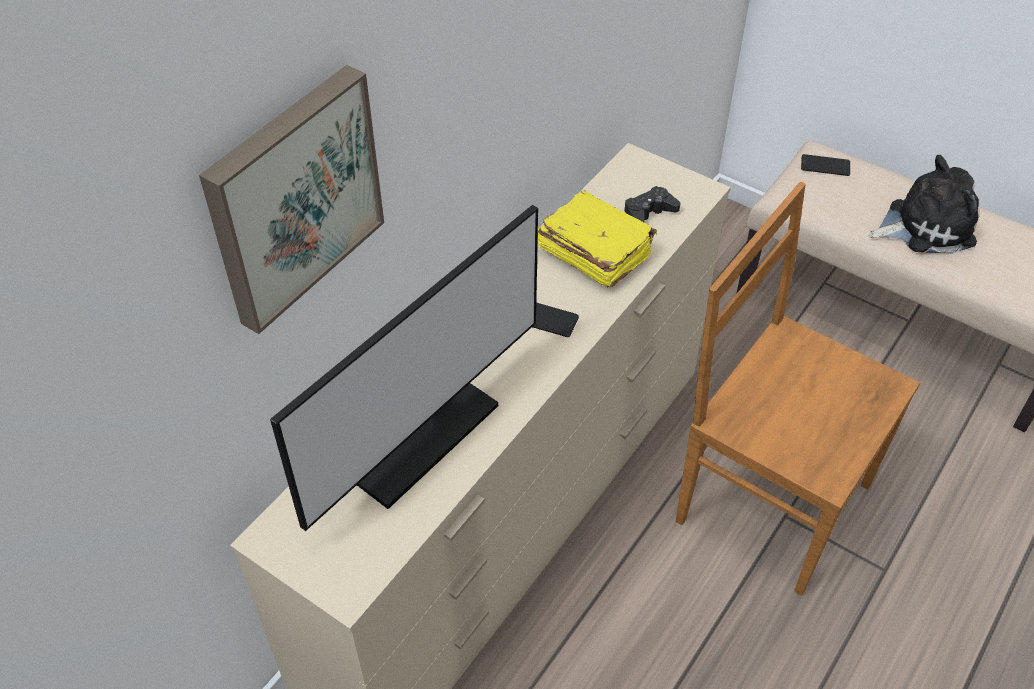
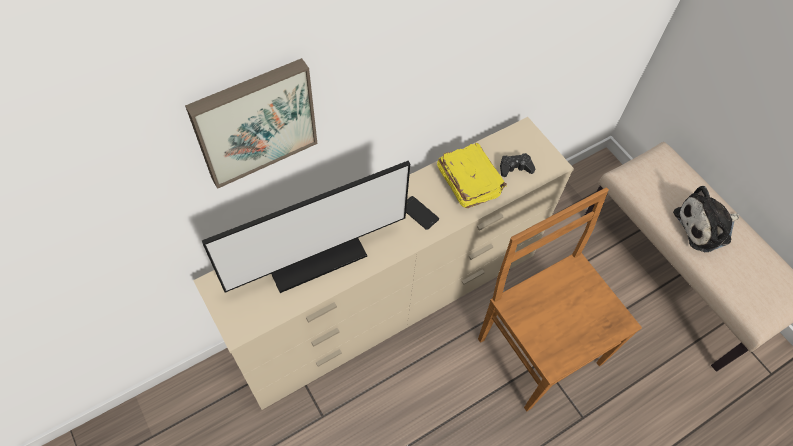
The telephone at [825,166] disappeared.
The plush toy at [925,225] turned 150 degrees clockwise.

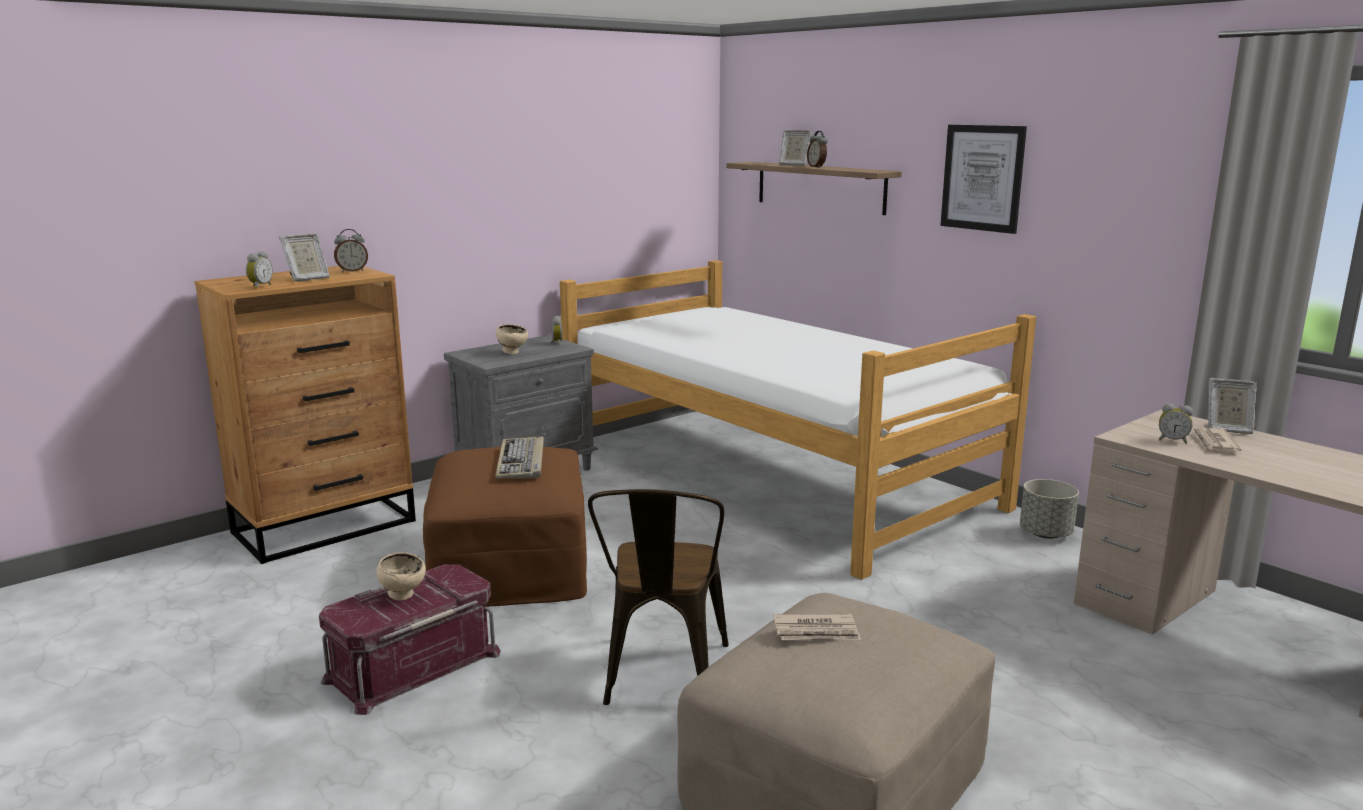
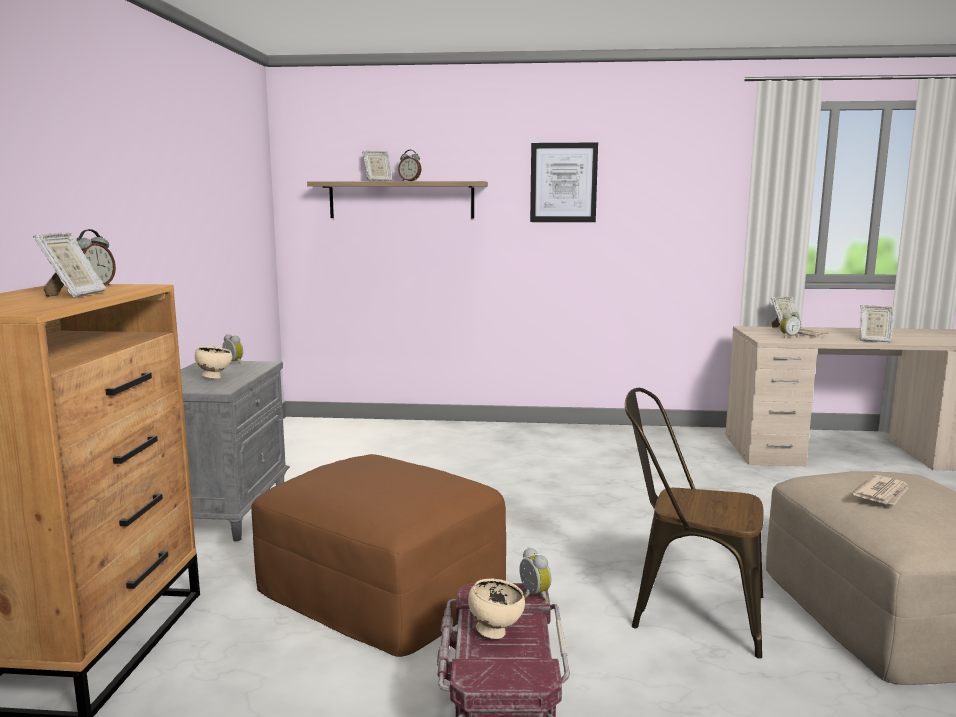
The table clock moved from [259,286] to [532,595].
The computer keyboard at [521,461] disappeared.
The bed at [772,475] disappeared.
The chair (brown) at [662,679] turned 150 degrees clockwise.
The flower pot (gray) at [1045,534] disappeared.
The photo frame at [873,340] appeared.

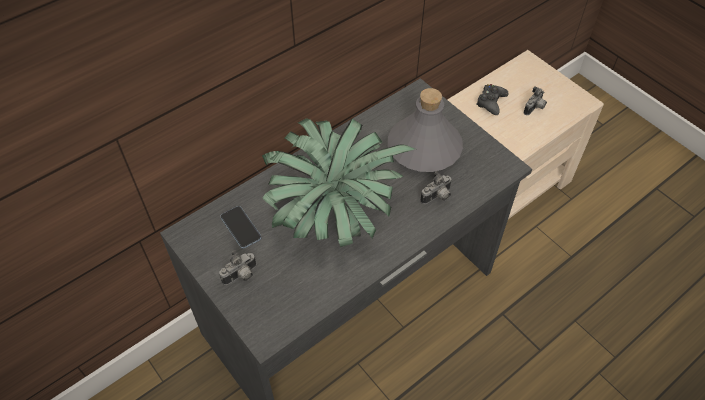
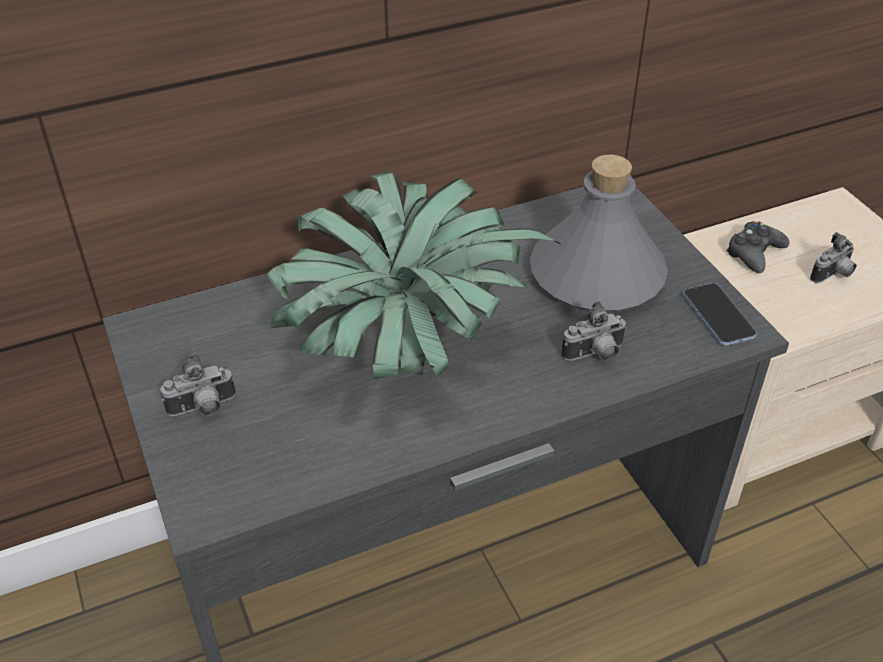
The telephone moved from [241,228] to [718,316].

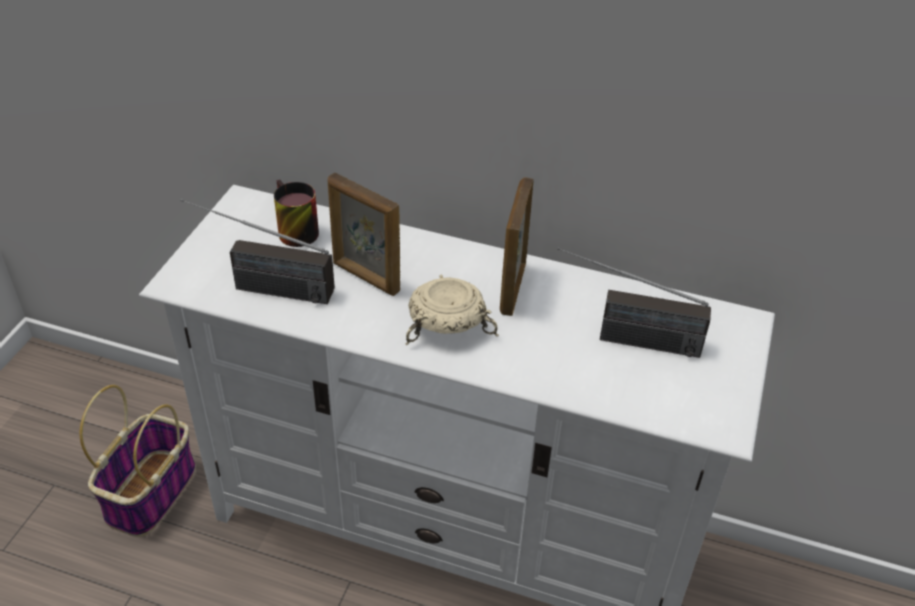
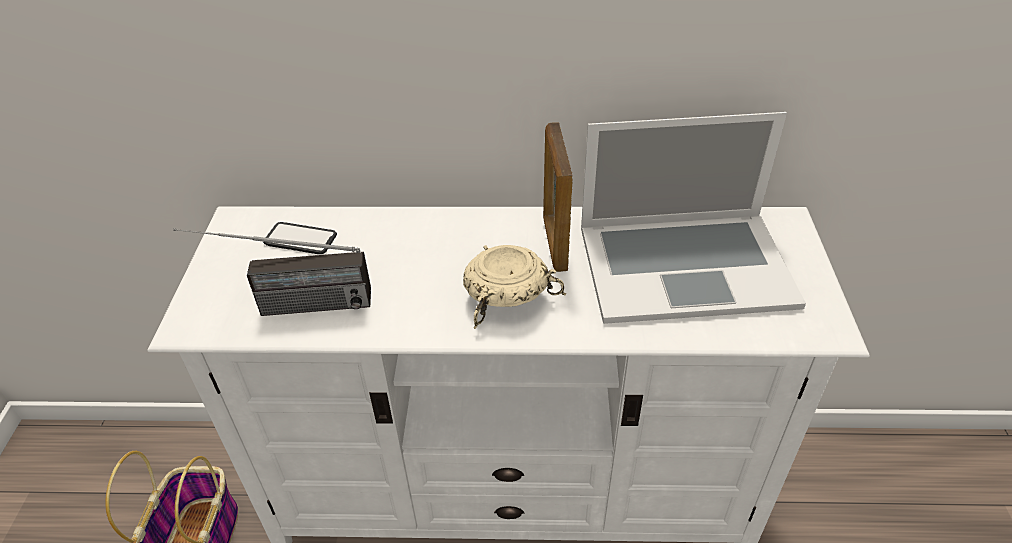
The mug at [292,231] was replaced by the telephone at [300,239].
The photo frame at [365,277] disappeared.
The radio receiver at [622,337] was replaced by the notebook computer at [684,265].

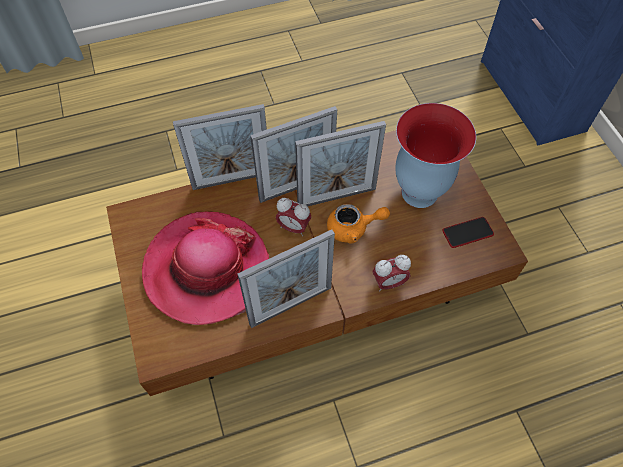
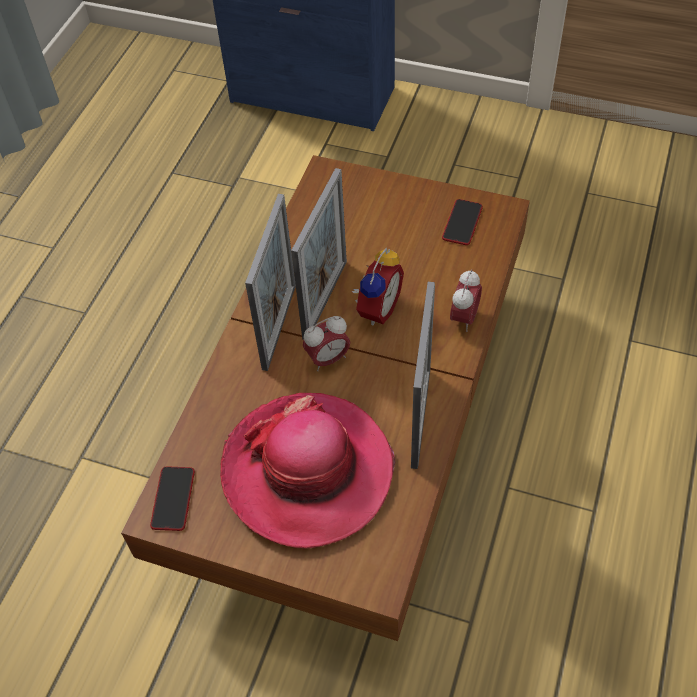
The photo frame at [231,180] disappeared.
The pot for tea (orangey) at [353,228] was replaced by the table clock at [376,308].
The decorative vase at [418,193] disappeared.
The telephone at [173,499] appeared.

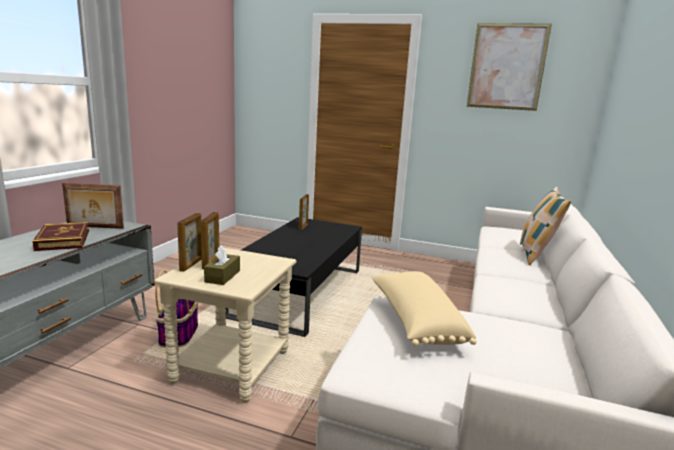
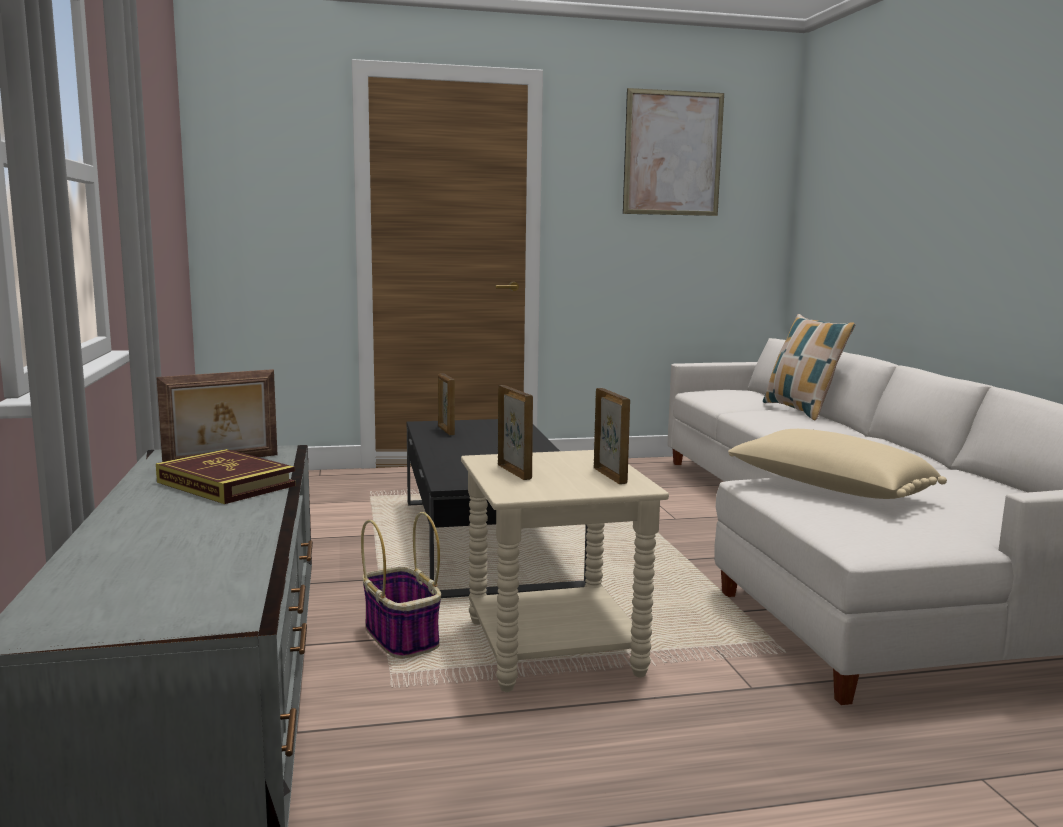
The photo frame moved from [191,265] to [610,475].
The tissue box (brown) at [222,276] disappeared.

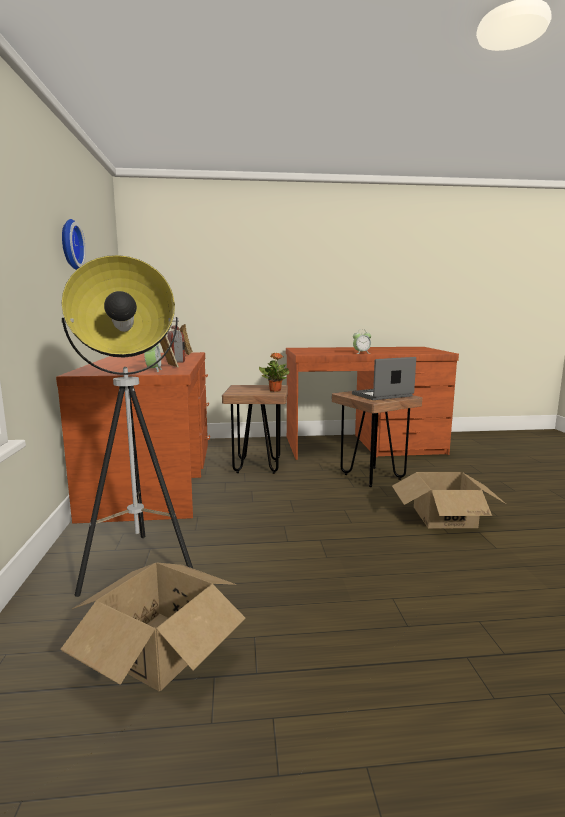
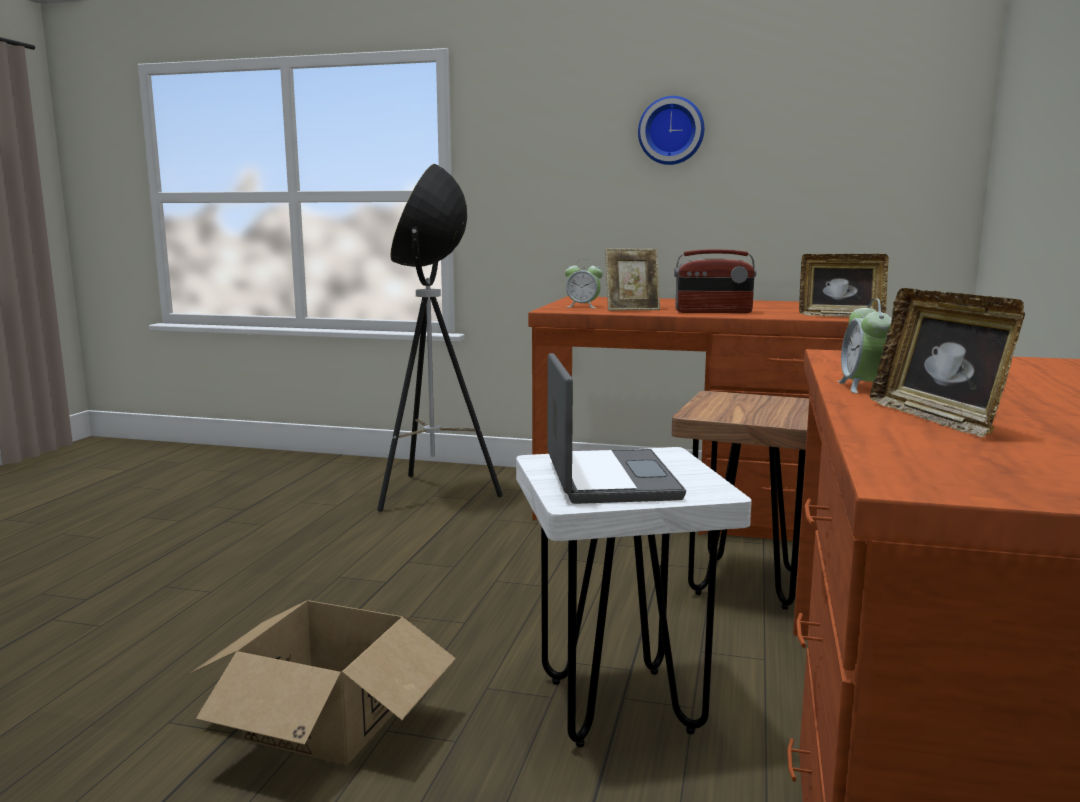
The packing box at [159,648] disappeared.
The houseplant at [275,390] disappeared.
The stool seat (brown) at [372,477] became the stool seat (whitish) at [619,706].
The photo frame at [937,418] appeared.

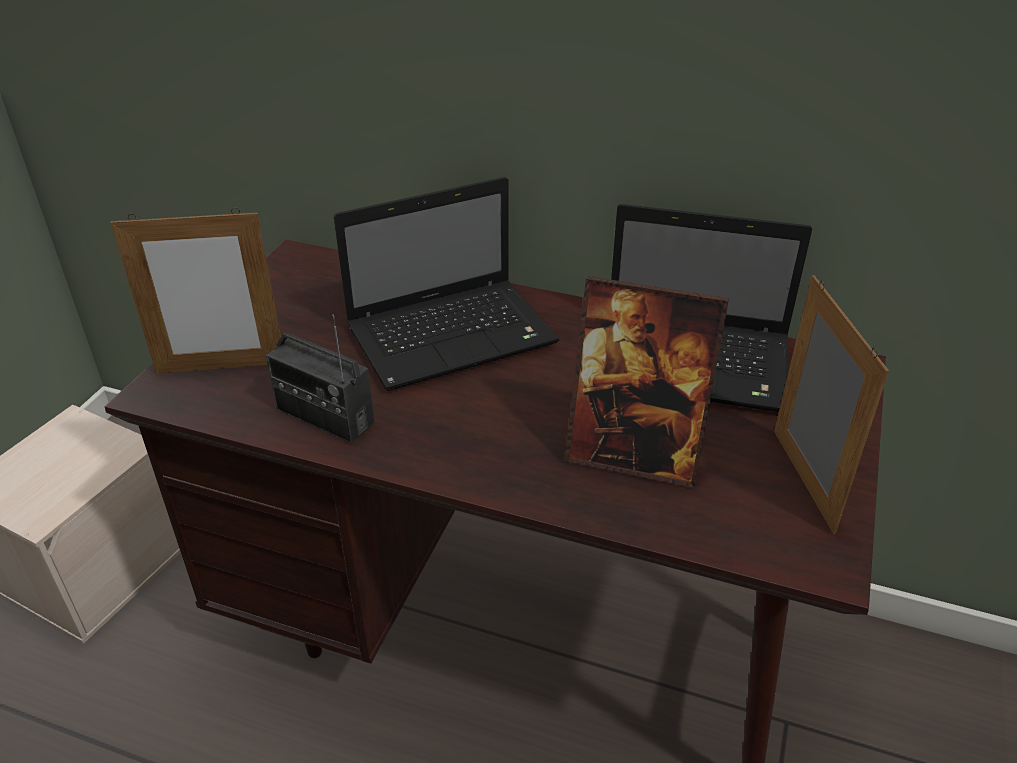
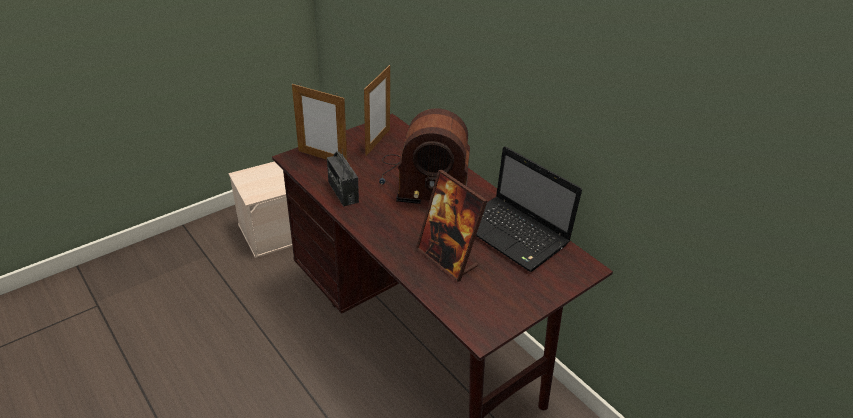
The notebook computer at [455,335] was replaced by the radio receiver at [422,181].
The photo frame moved from [802,479] to [377,142].

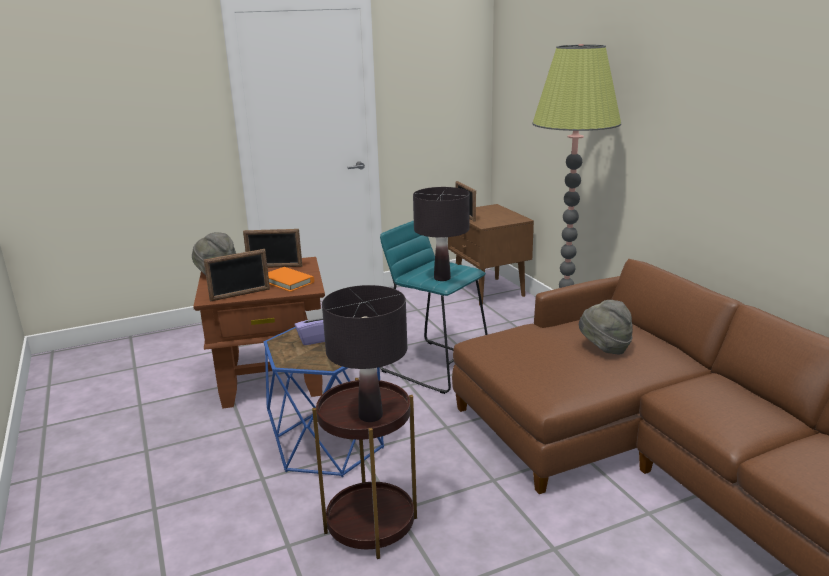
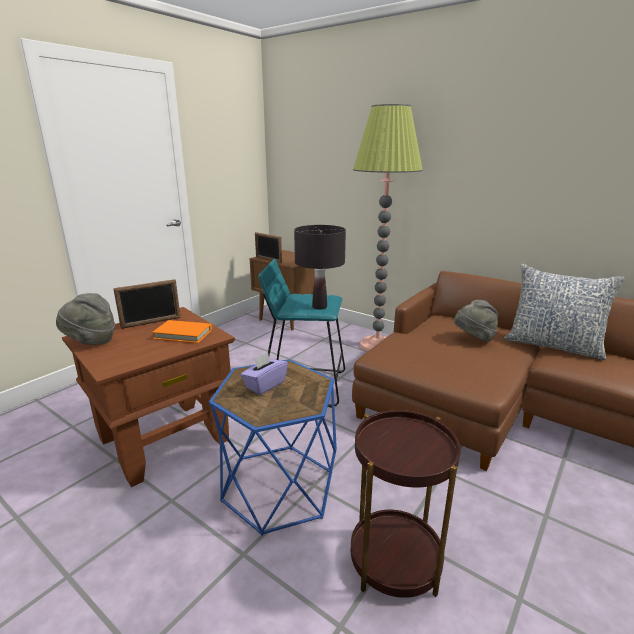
The photo frame at [240,295] disappeared.
The lamp for a table (blackish) at [371,416] disappeared.
The pillow at [553,345] appeared.

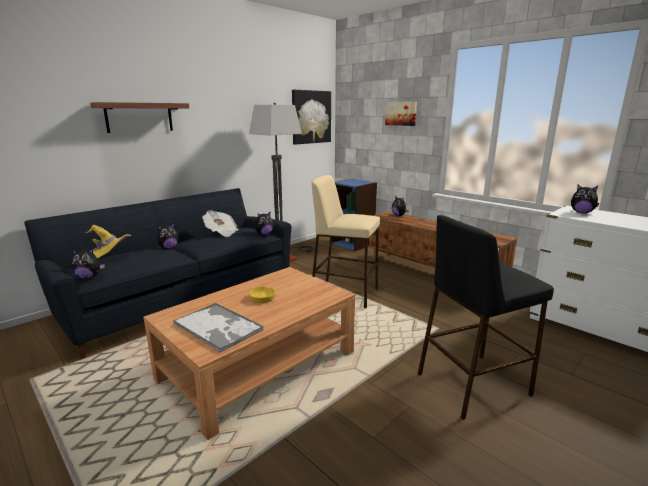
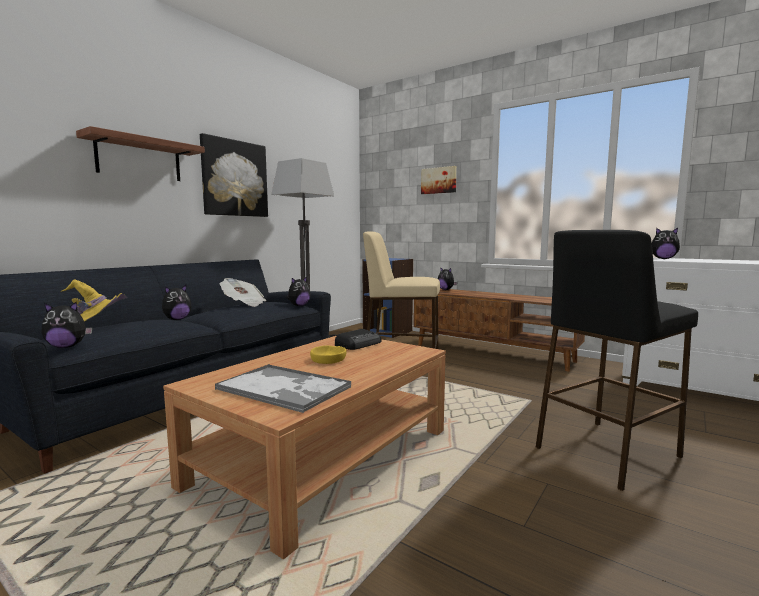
The wall picture moved from [311,117] to [234,178].
The radio receiver at [359,344] appeared.

